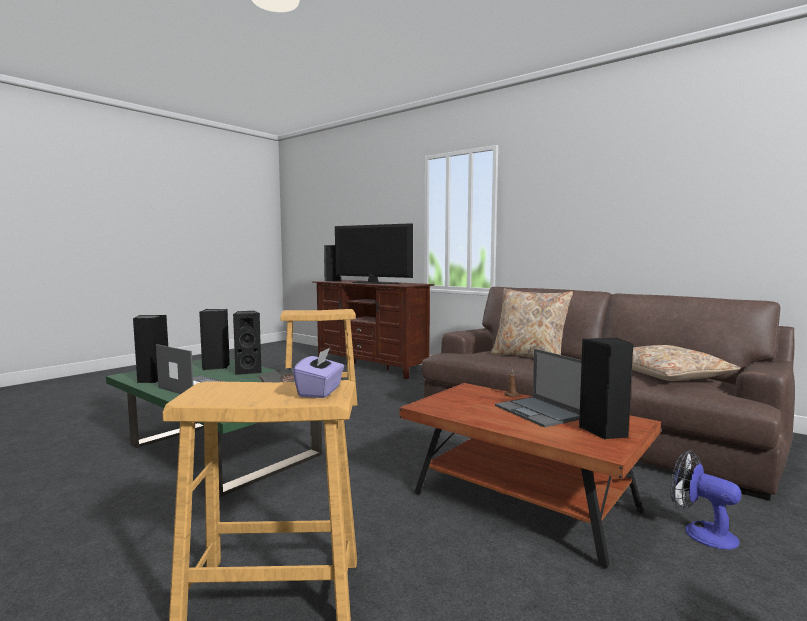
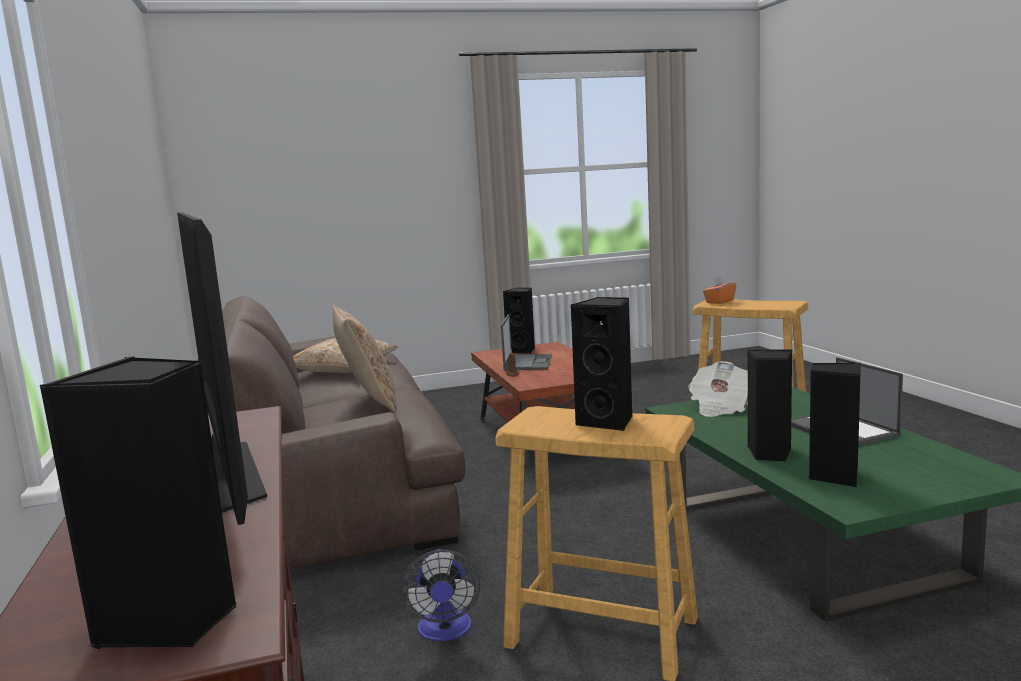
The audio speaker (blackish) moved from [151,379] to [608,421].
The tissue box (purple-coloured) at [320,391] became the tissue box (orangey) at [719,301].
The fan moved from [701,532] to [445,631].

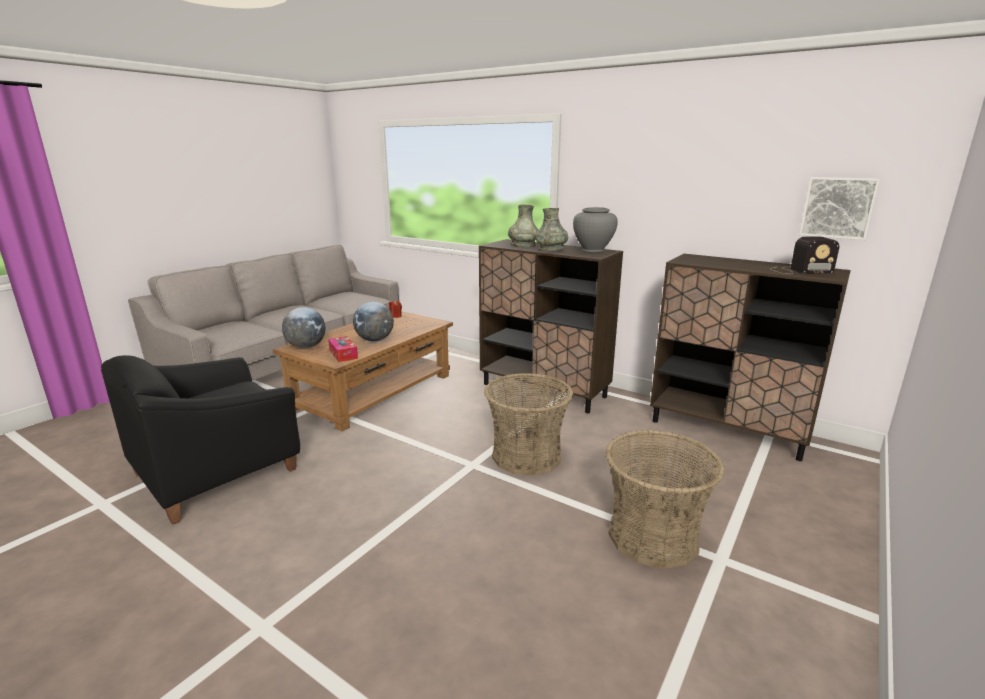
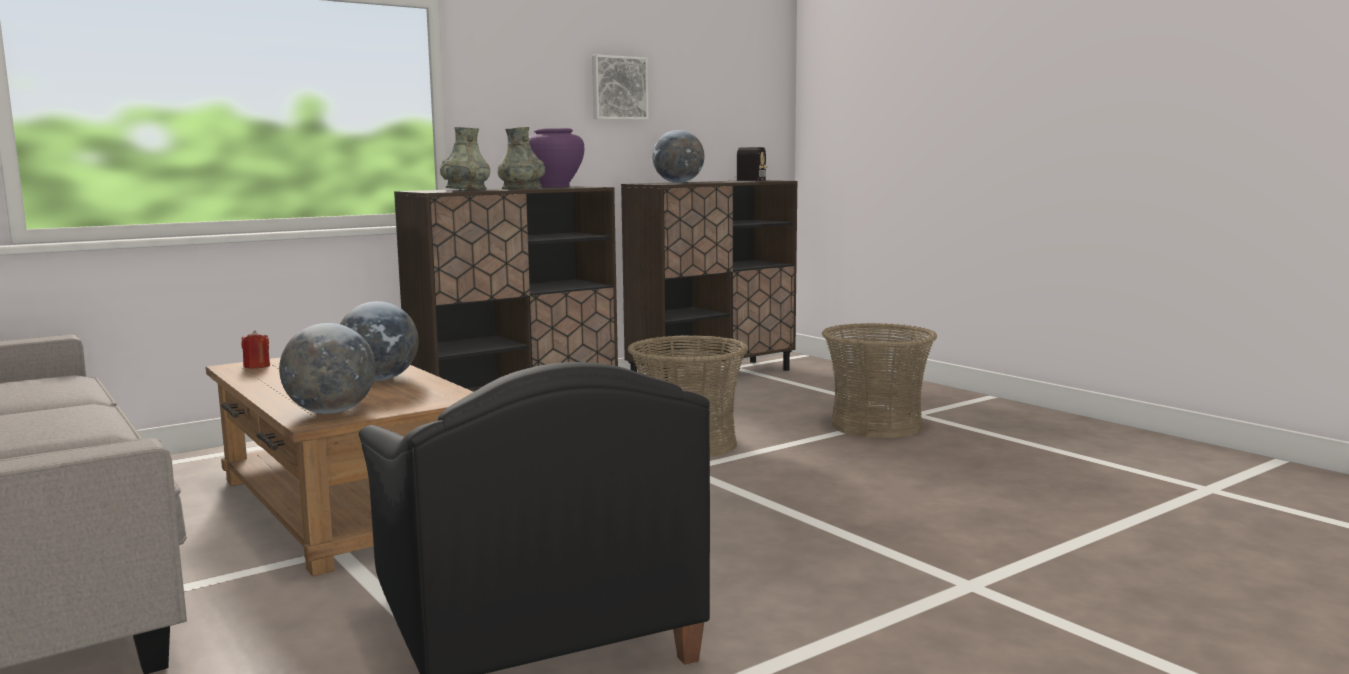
The tissue box at [343,354] disappeared.
The decorative vase (gray) at [593,250] became the decorative vase (purple-coloured) at [554,186].
The wall picture moved from [837,207] to [618,88].
The world globe at [678,182] appeared.

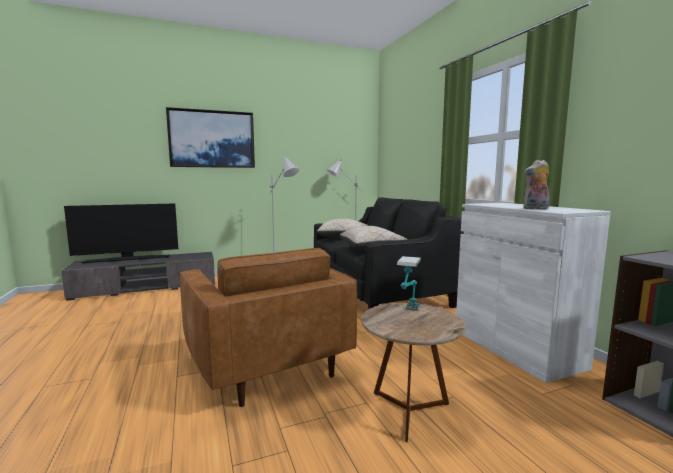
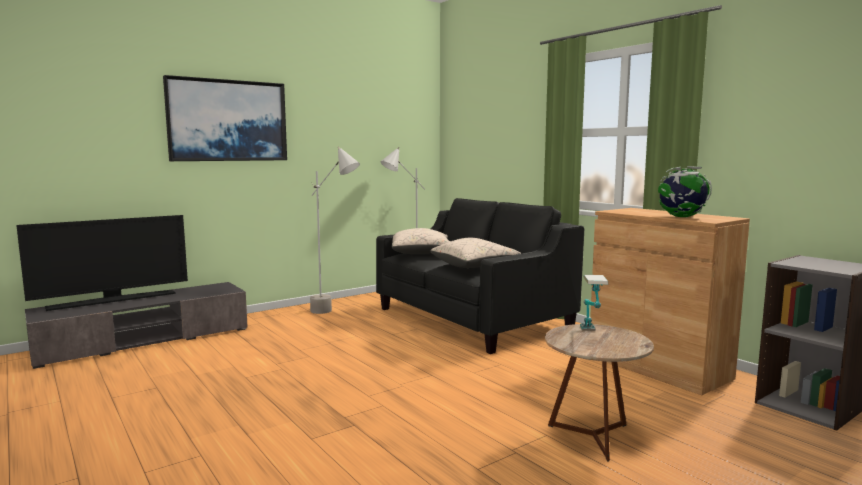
The armchair (brown) at [266,364] disappeared.
The storage cabinet (whitish) at [515,348] became the storage cabinet (brown) at [658,367].
The plush toy at [535,208] was replaced by the world globe at [681,217].

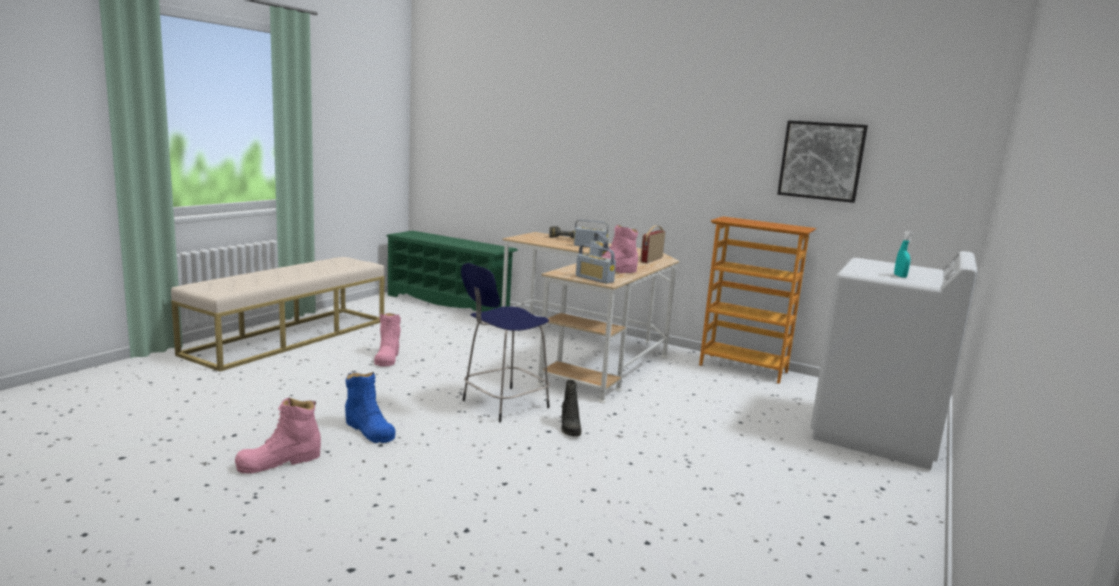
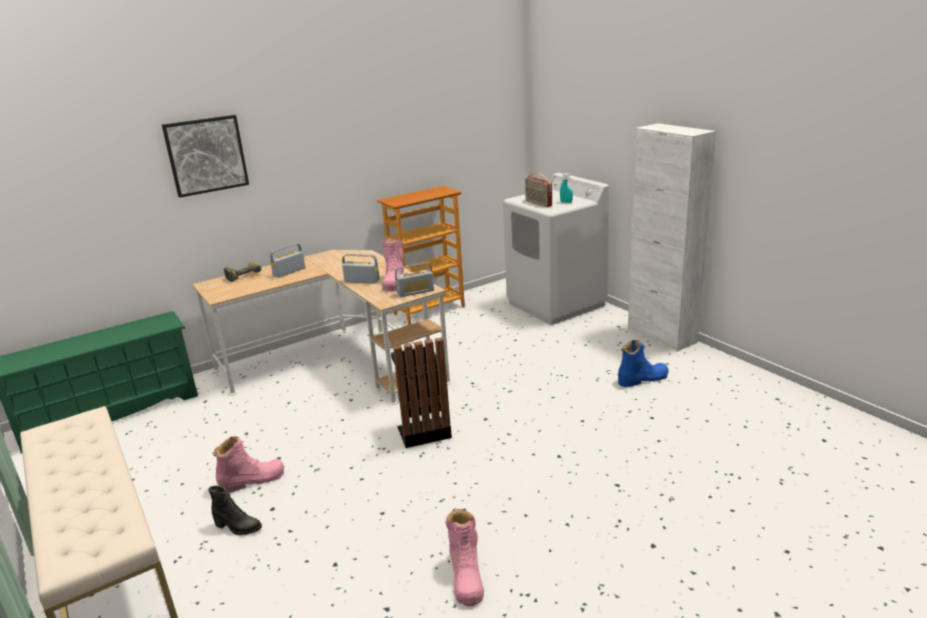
The boot (blue) moved from [369,430] to [642,379].
The boot (pink-coloured) at [387,357] turned 45 degrees counterclockwise.
The stool seat (blue) at [503,405] was replaced by the trash can (blackish) at [422,430].
The boot (blackish) moved from [569,428] to [238,527].
The radio receiver moved from [651,260] to [538,203].
The wall picture moved from [821,161] to [206,155].
The storage cabinet (whitish) at [661,335] appeared.

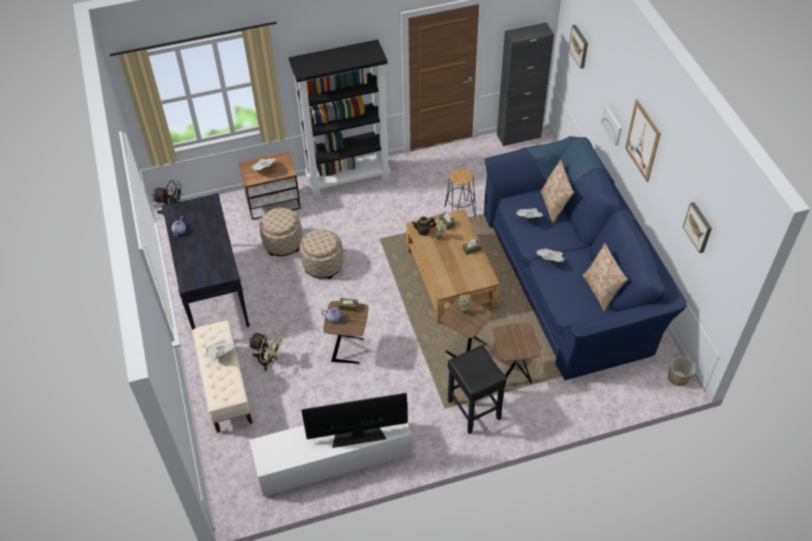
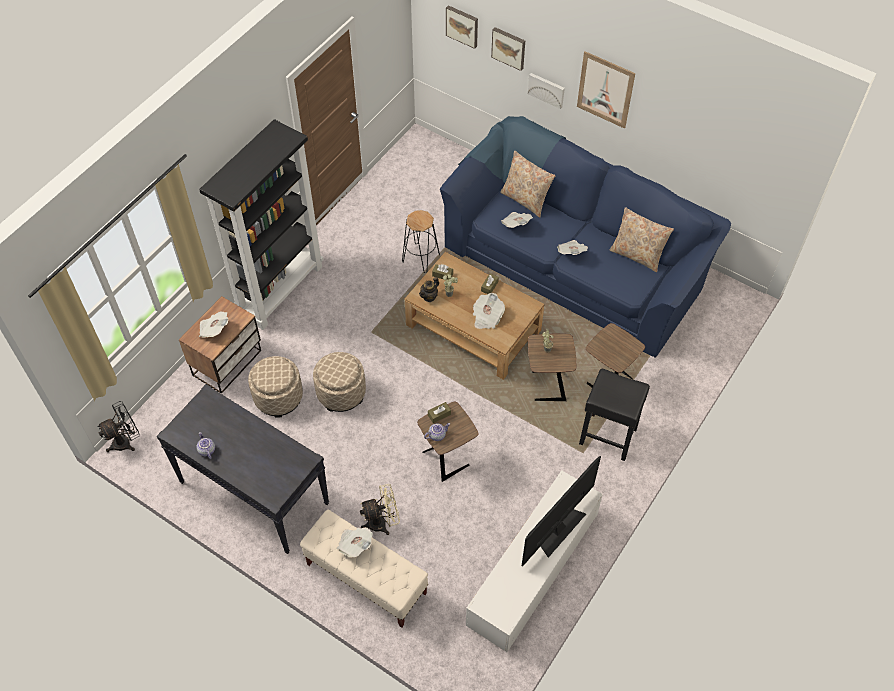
The storage cabinet (blackish) at [518,136] disappeared.
The flower pot at [678,377] disappeared.
The wall picture moved from [699,227] to [509,47].
The daily paper at [487,317] appeared.

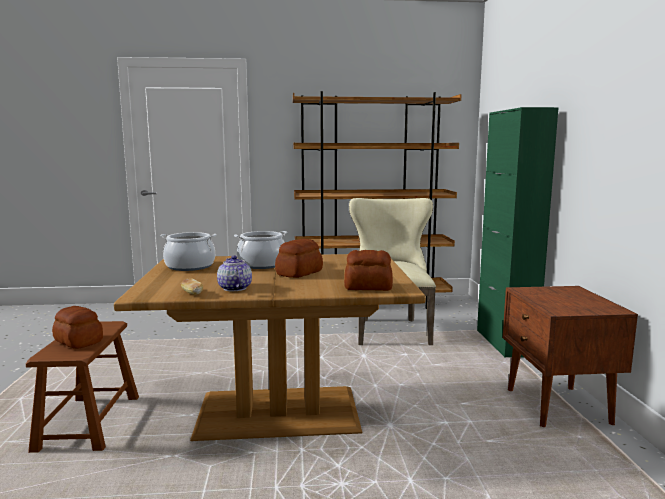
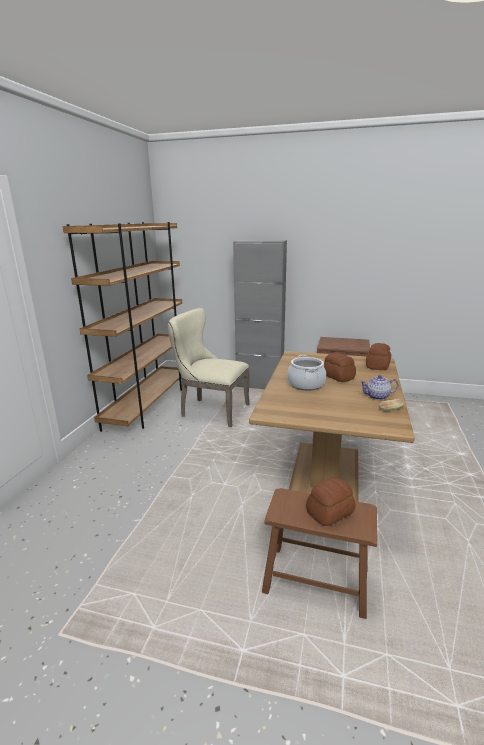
The saucepot at [190,266] disappeared.
The storage cabinet (greenish) at [505,343] became the storage cabinet (gray) at [259,385].

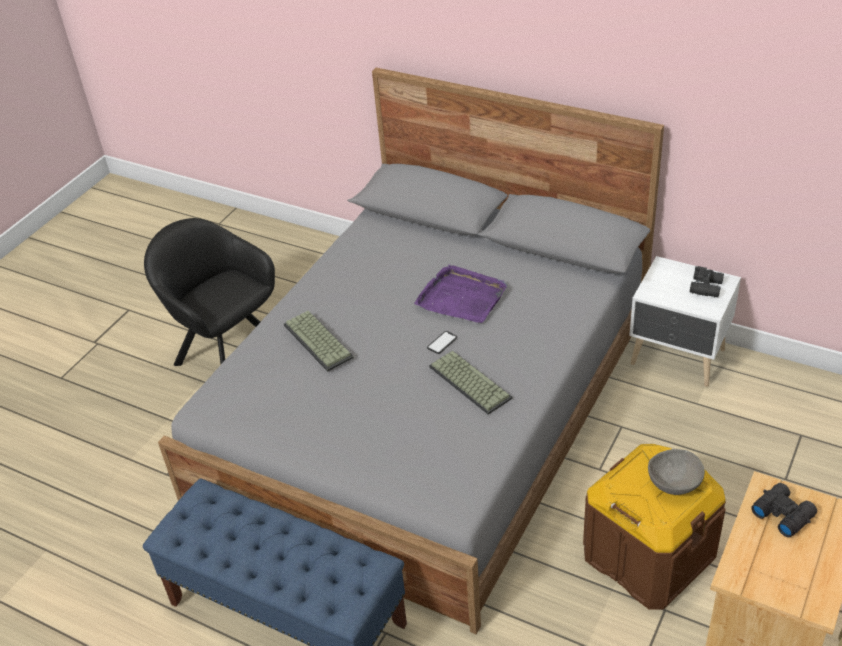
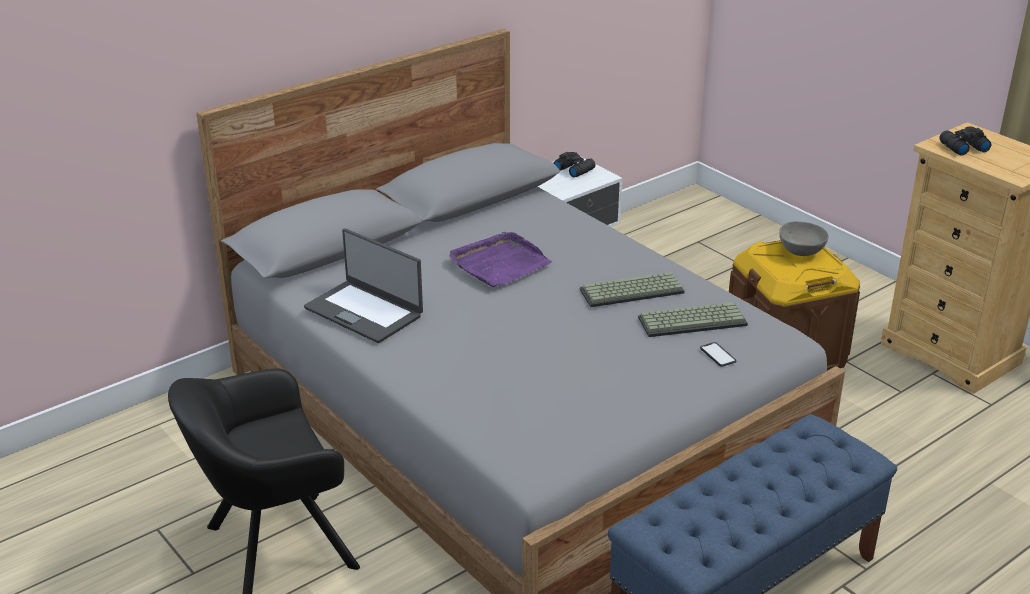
The computer keyboard moved from [320,341] to [693,320].
The telephone moved from [442,343] to [718,355].
The notebook computer at [364,311] appeared.

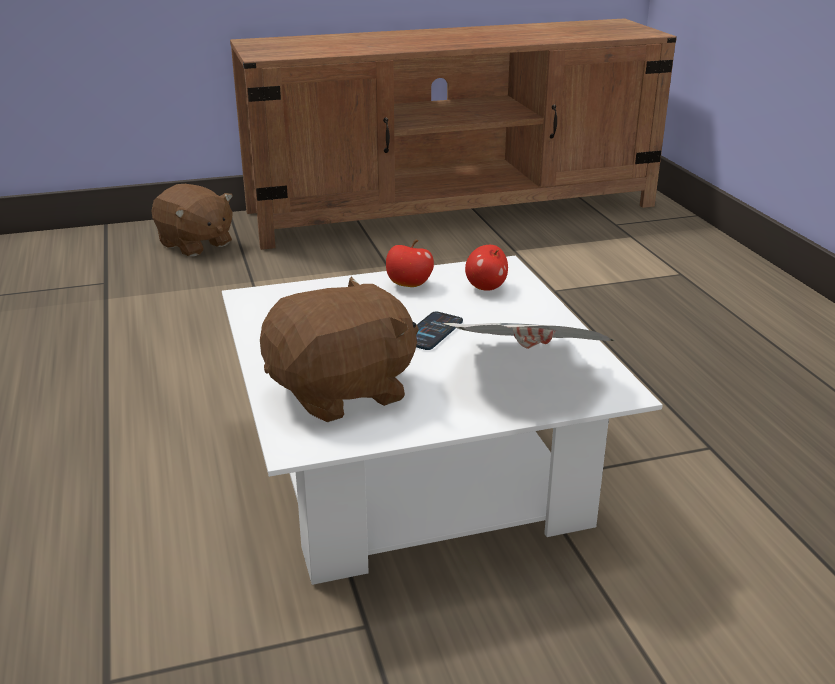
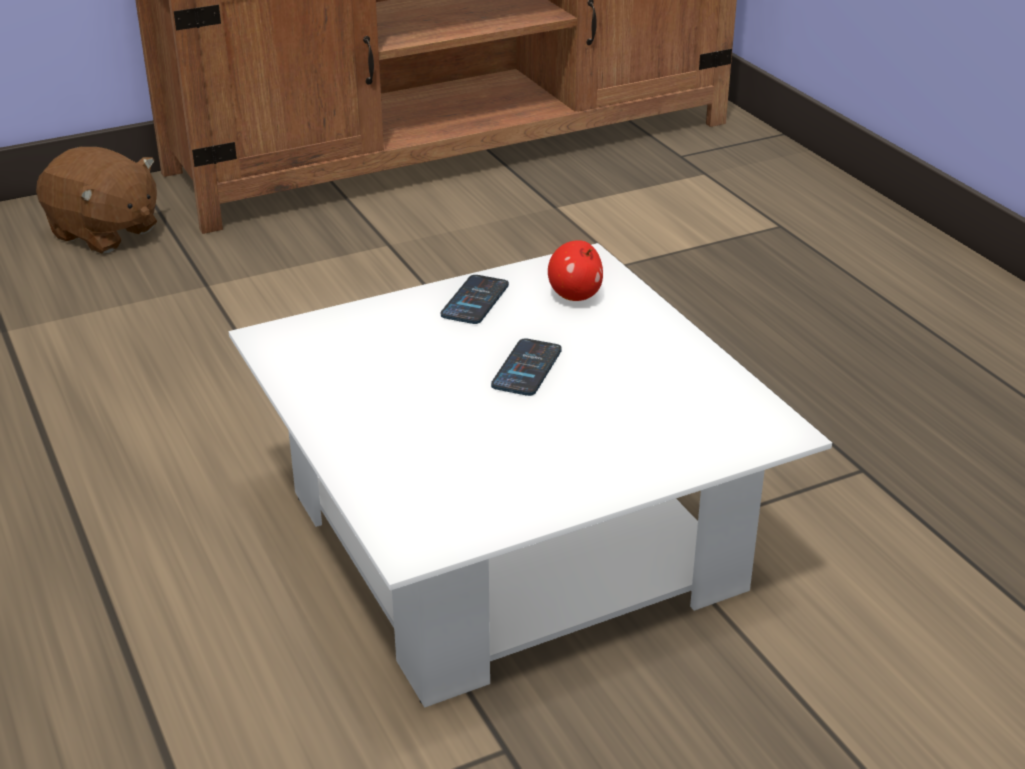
The plush toy (brown) at [342,392] disappeared.
The apple at [409,285] was replaced by the telephone at [475,301].
The daily paper at [527,372] disappeared.

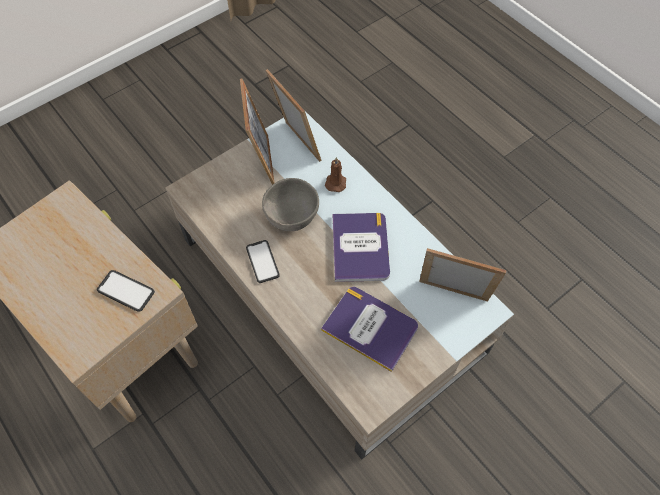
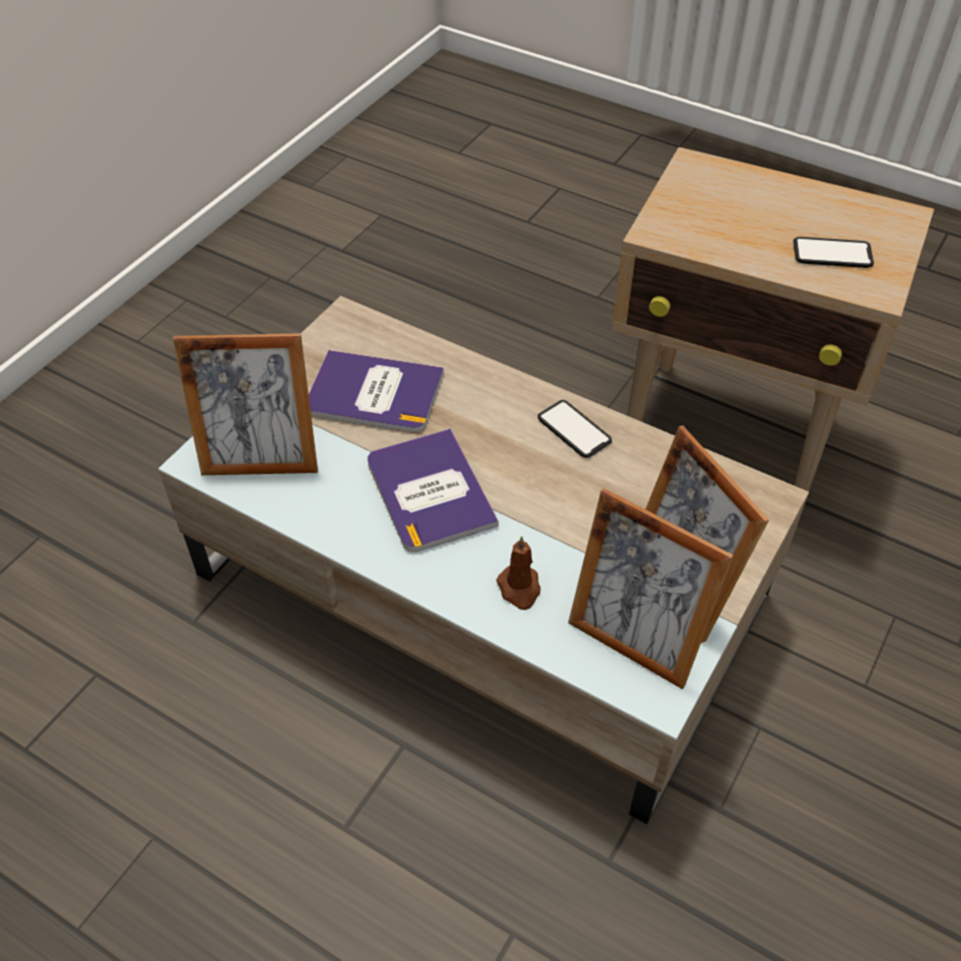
The telephone moved from [126,291] to [832,254].
The serving bowl (gray) at [291,217] disappeared.

